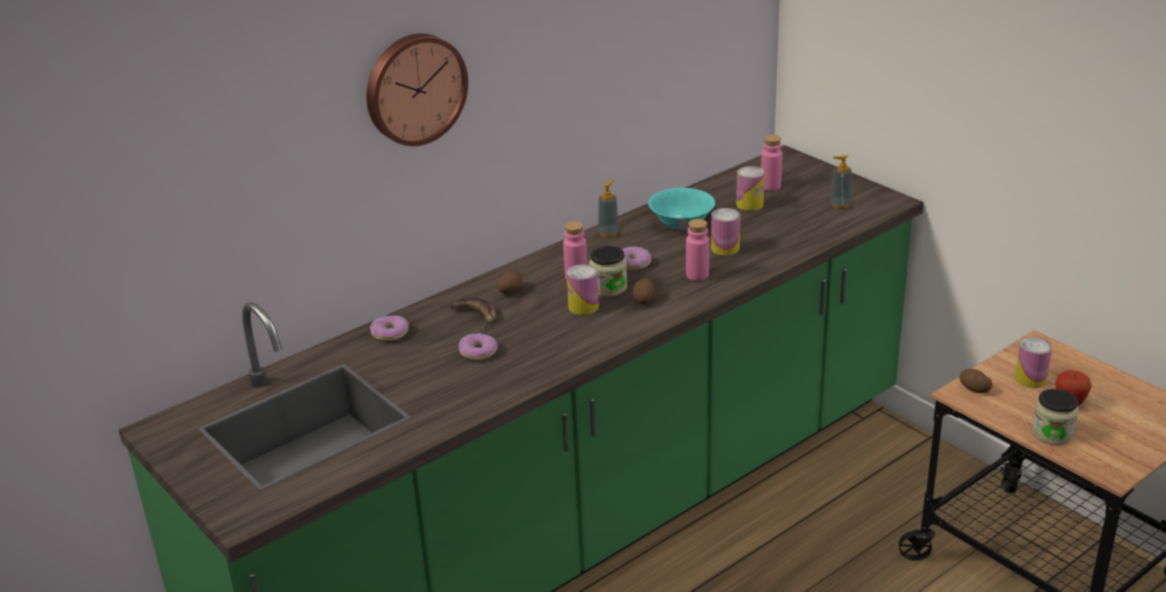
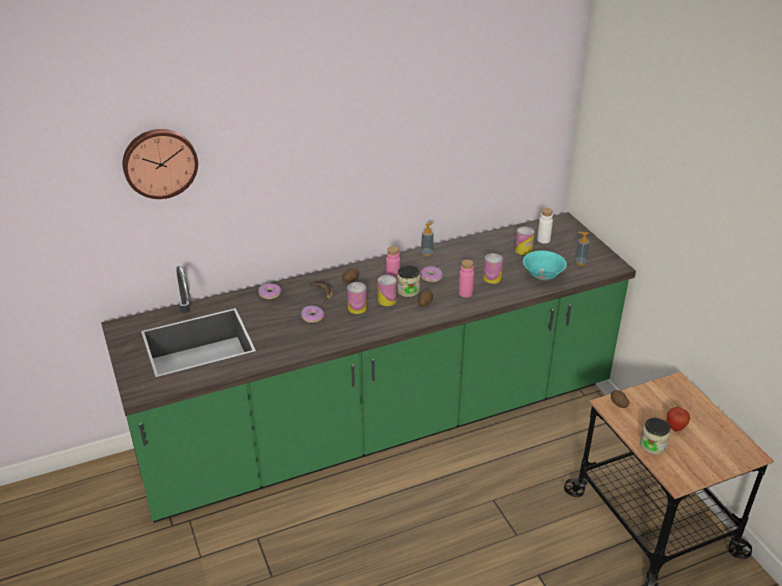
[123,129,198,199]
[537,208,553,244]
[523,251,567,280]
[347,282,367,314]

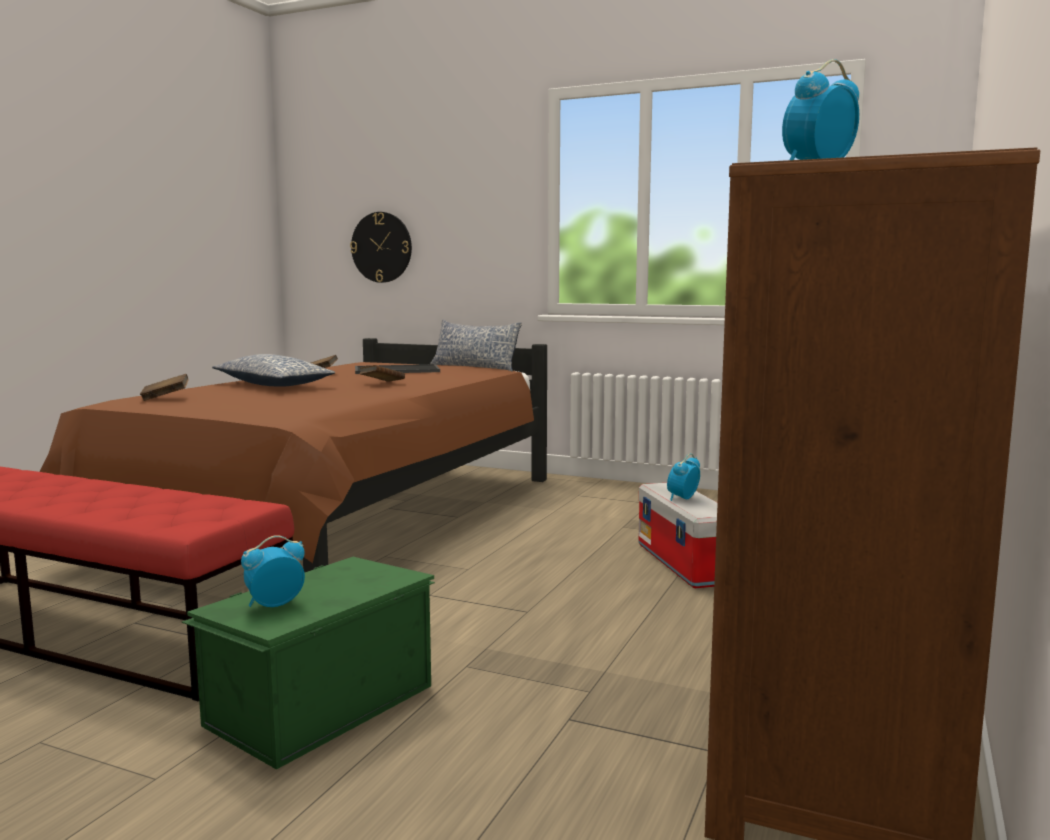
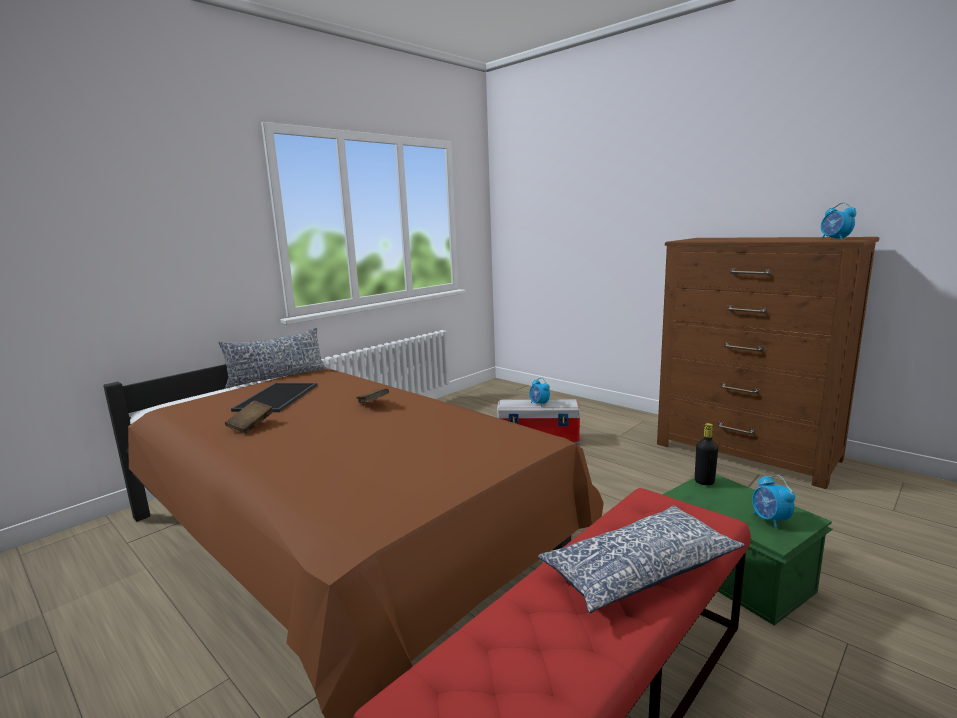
[350,212,412,283] (first image)
[538,506,745,613]
[140,374,189,401] (first image)
[695,423,718,485]

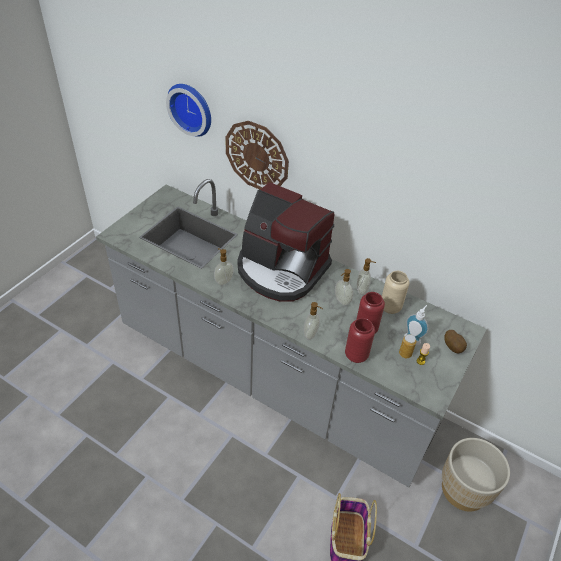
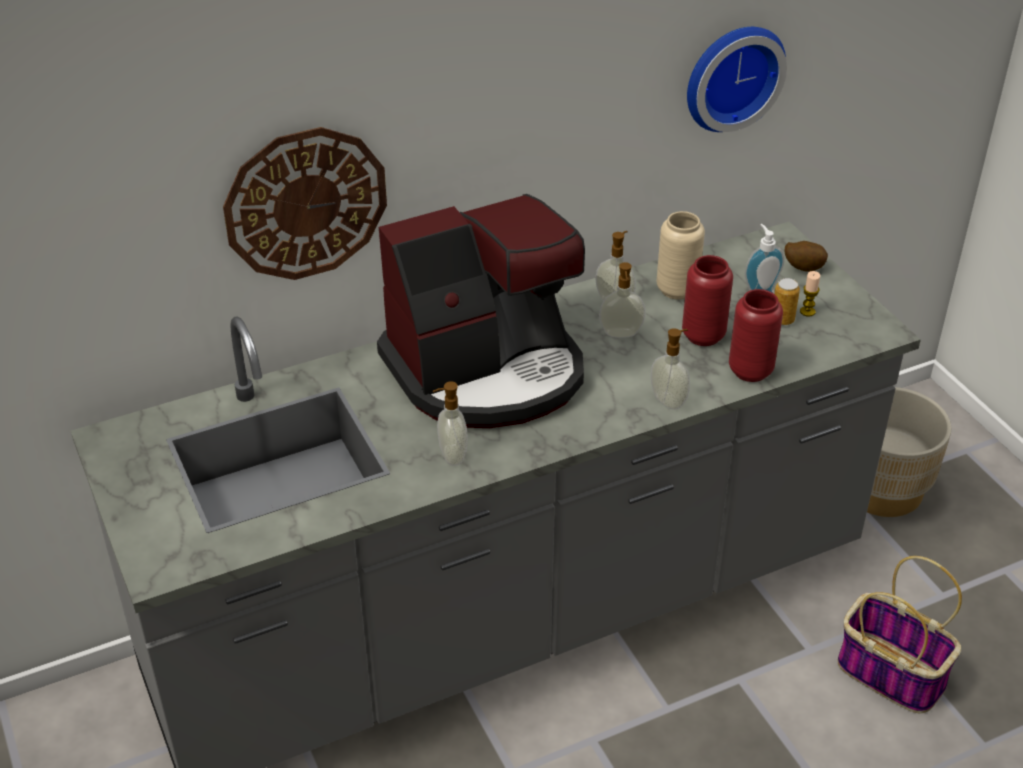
[687,27,787,132]

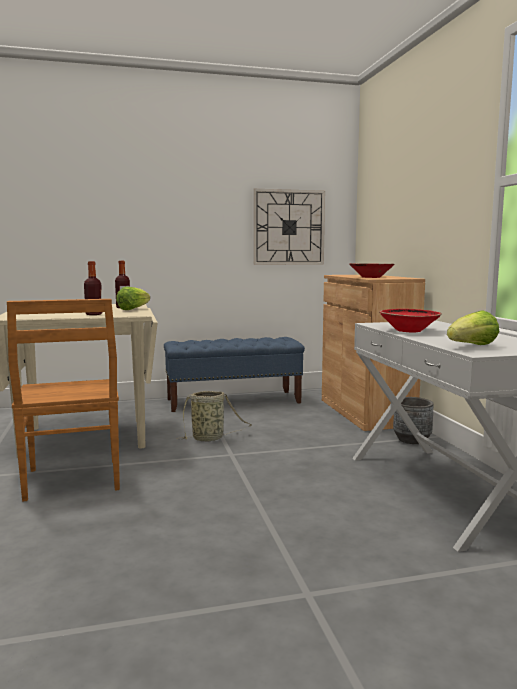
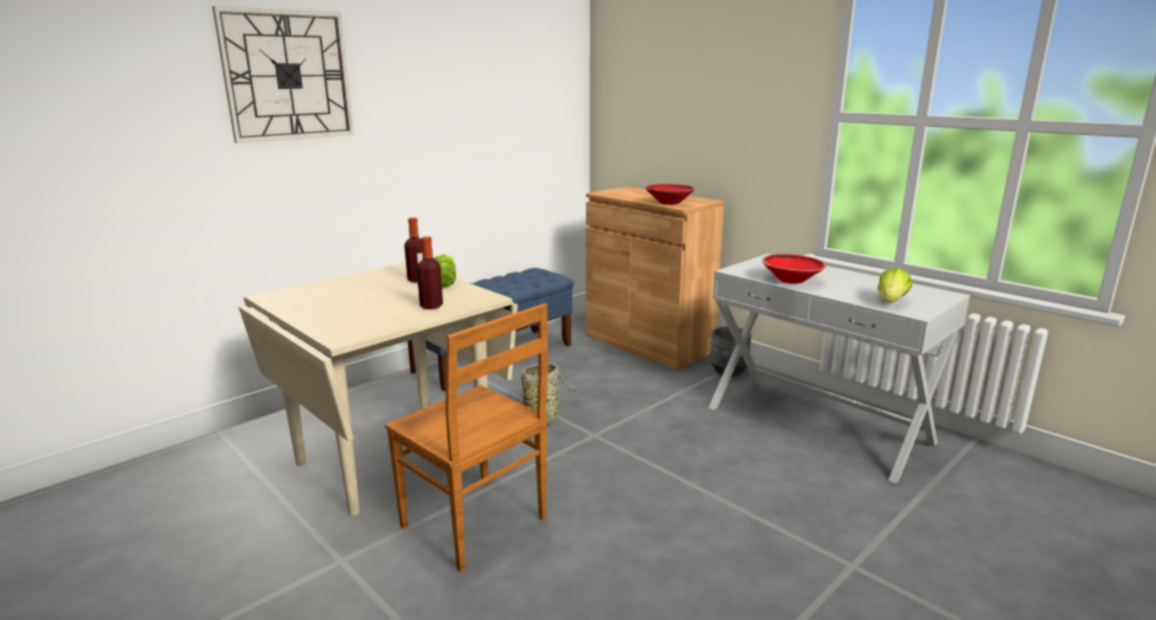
[212,6,354,143]

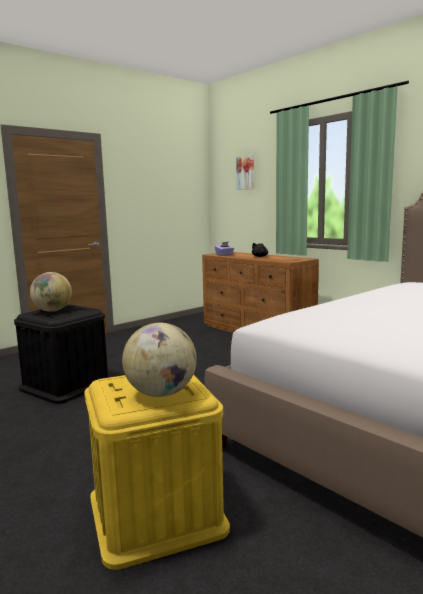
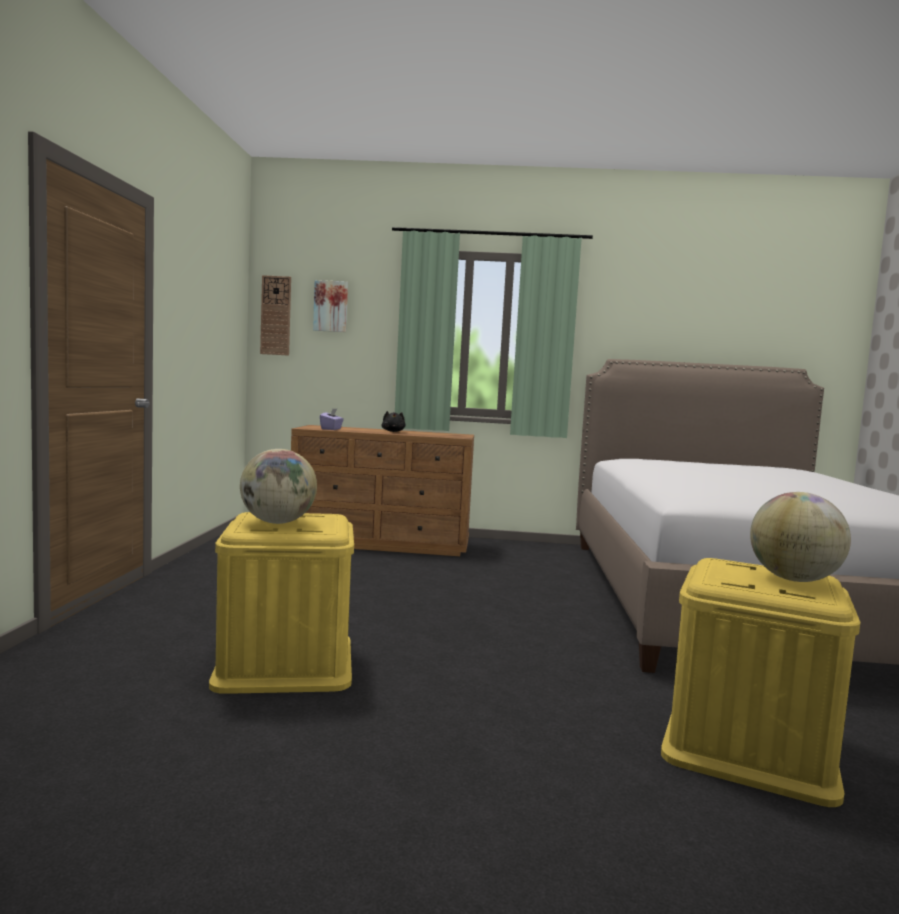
[209,512,354,694]
[260,275,291,356]

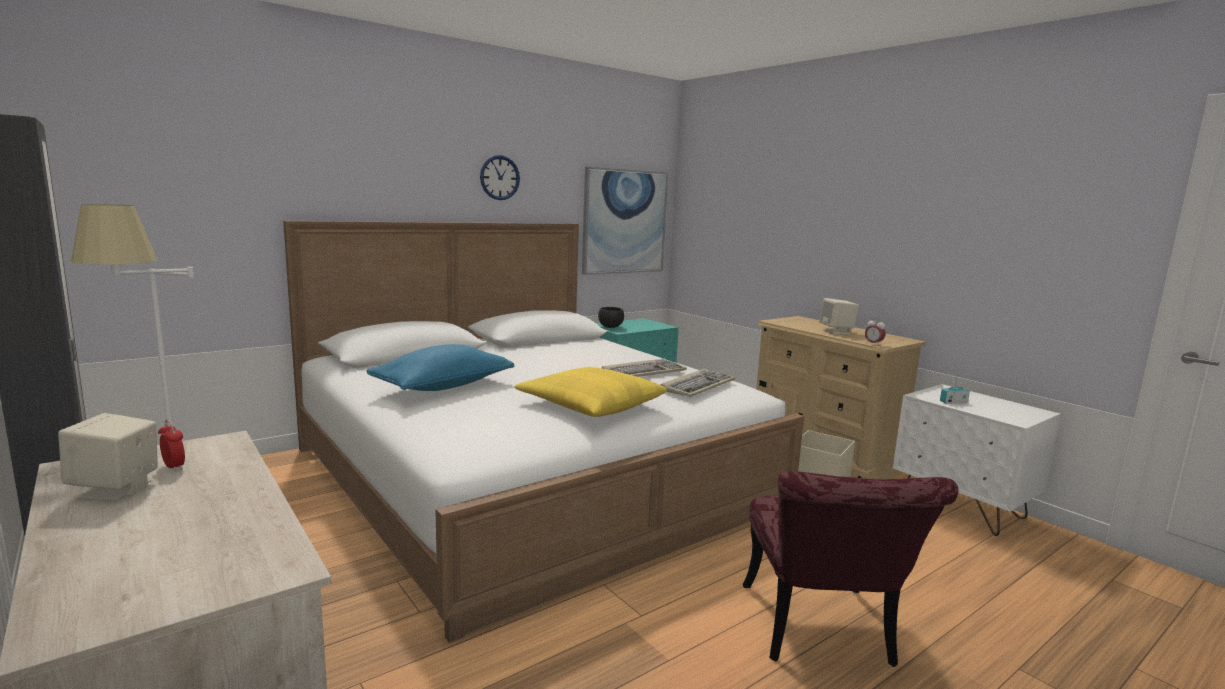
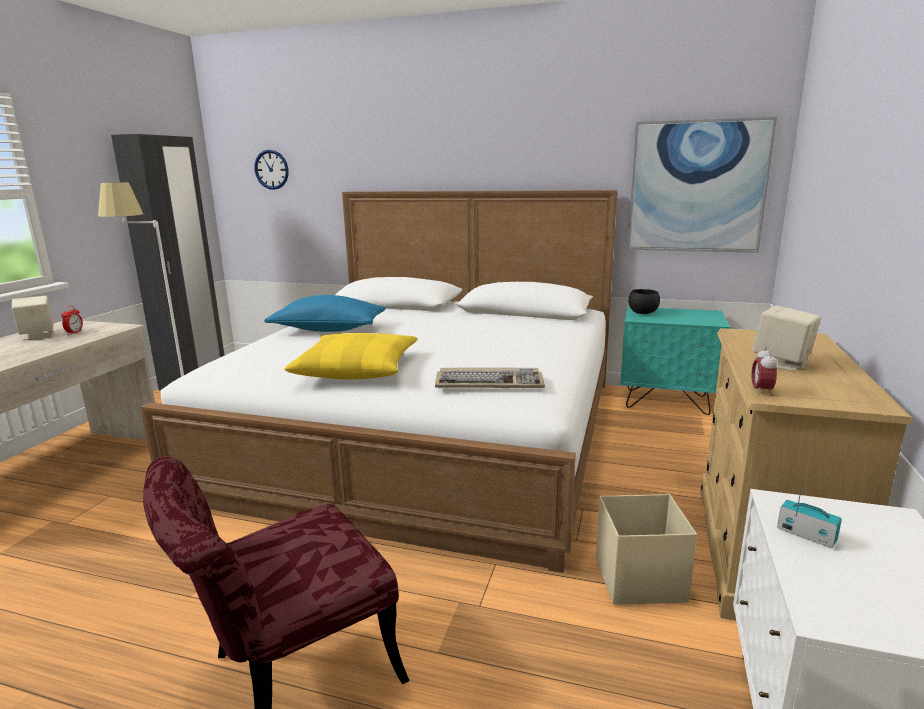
[254,150,289,190]
[602,359,687,377] (first image)

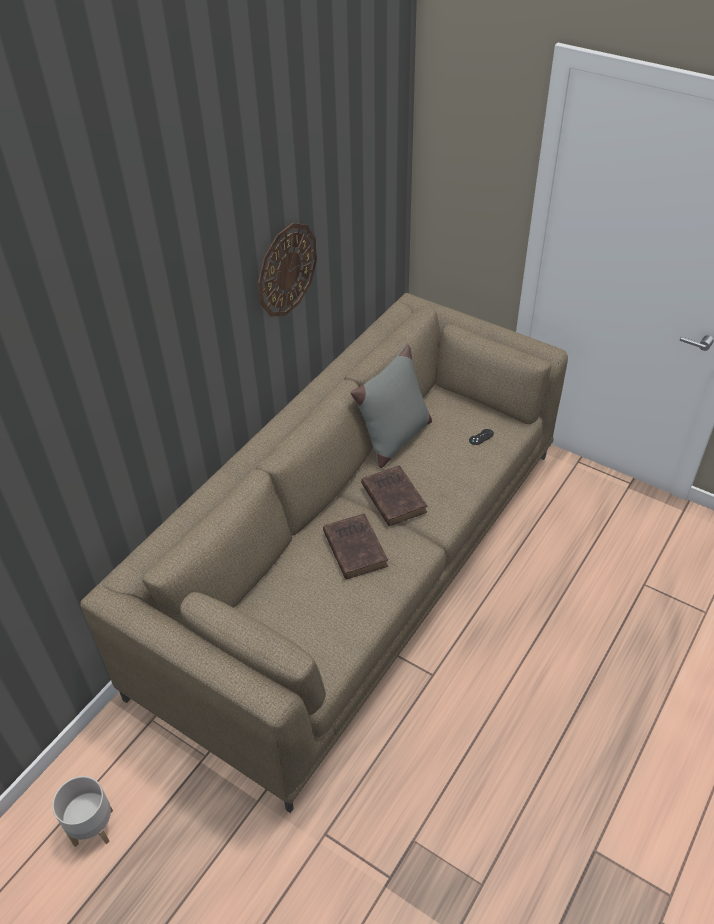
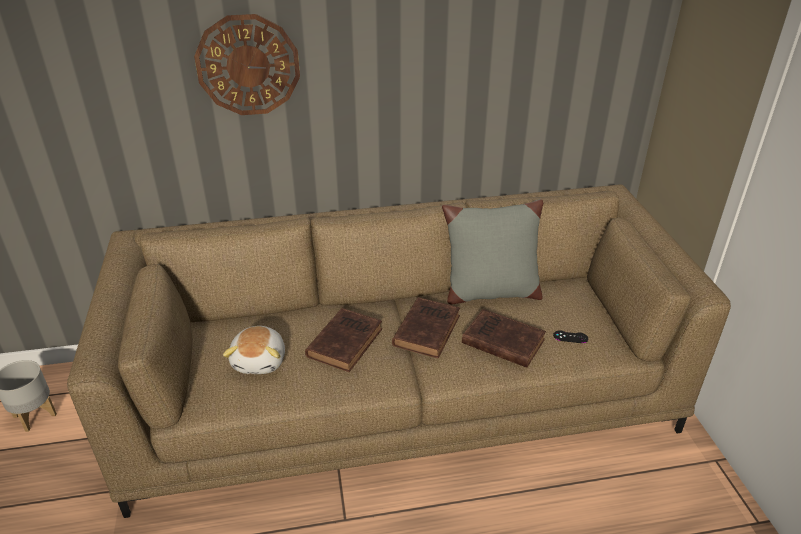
[194,14,300,115]
[462,309,546,368]
[223,326,285,374]

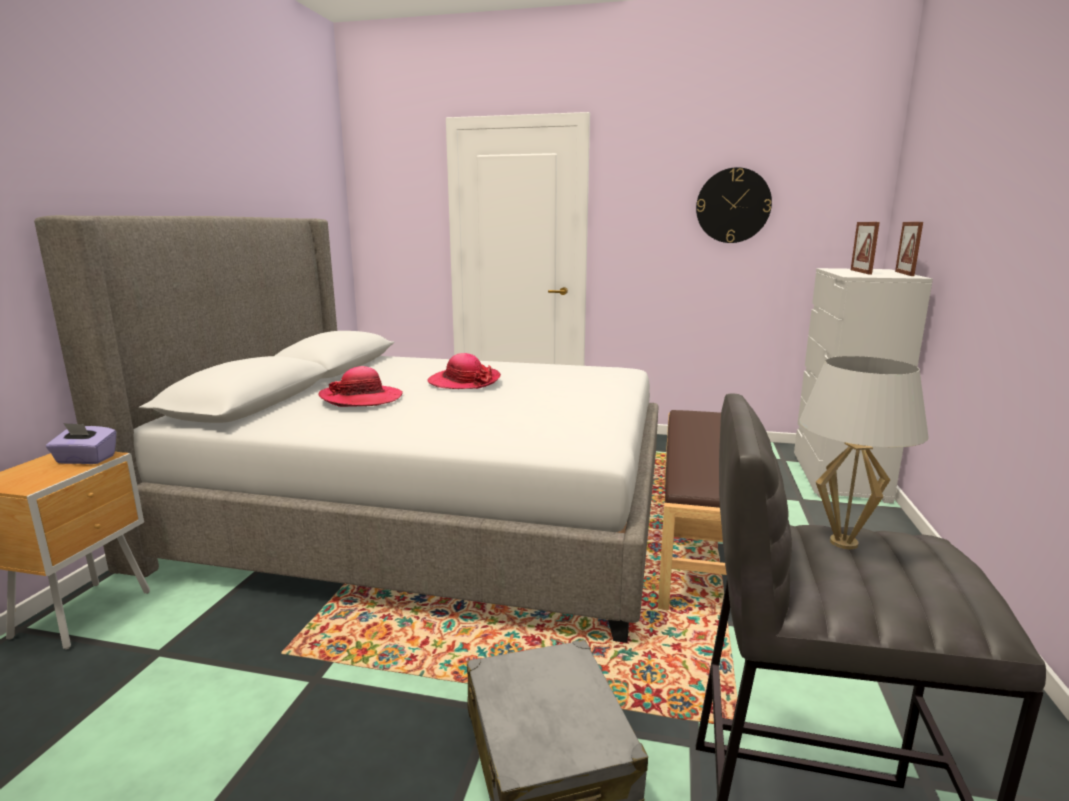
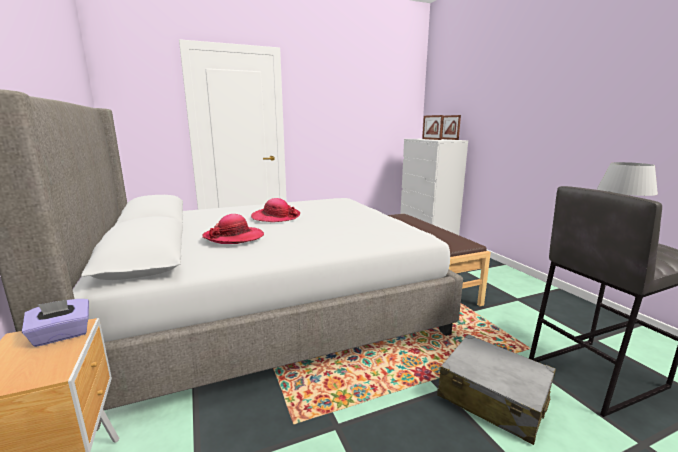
[696,167,772,243] (first image)

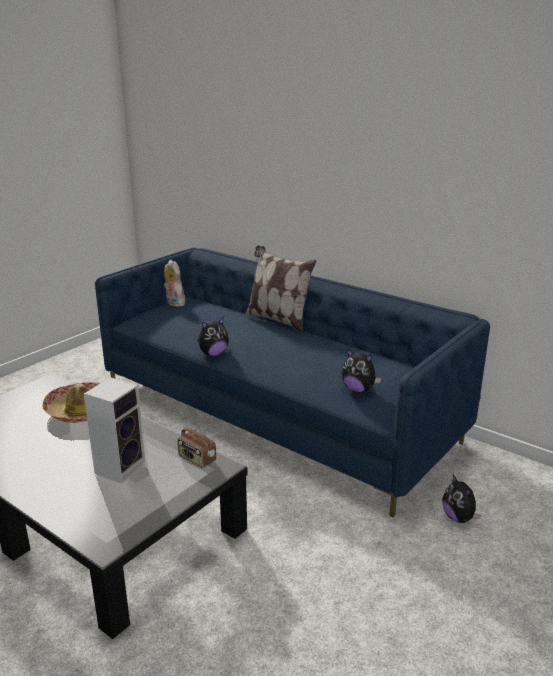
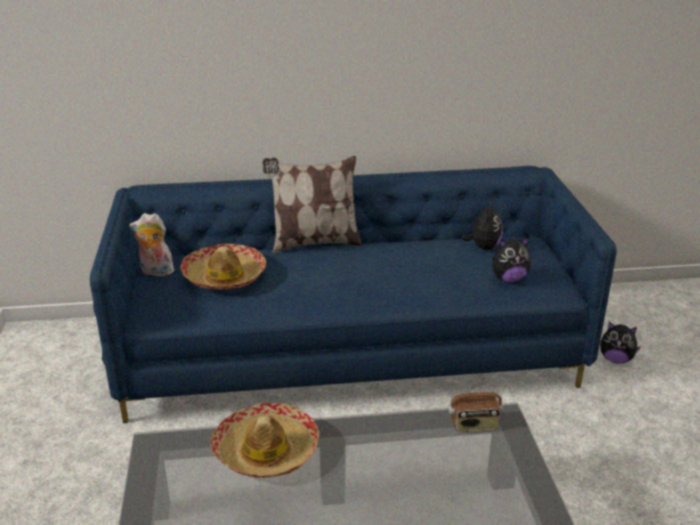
[461,202,503,250]
[84,377,146,484] (first image)
[180,243,266,290]

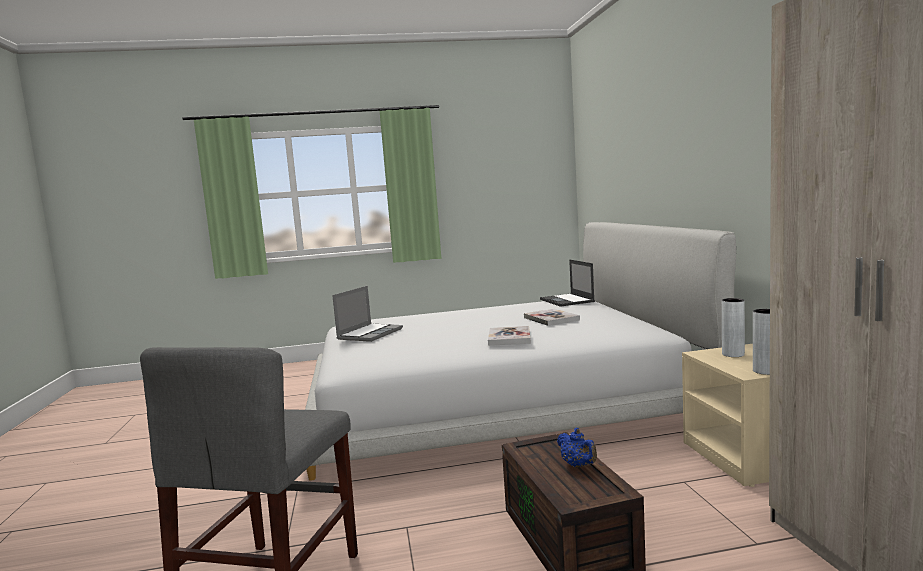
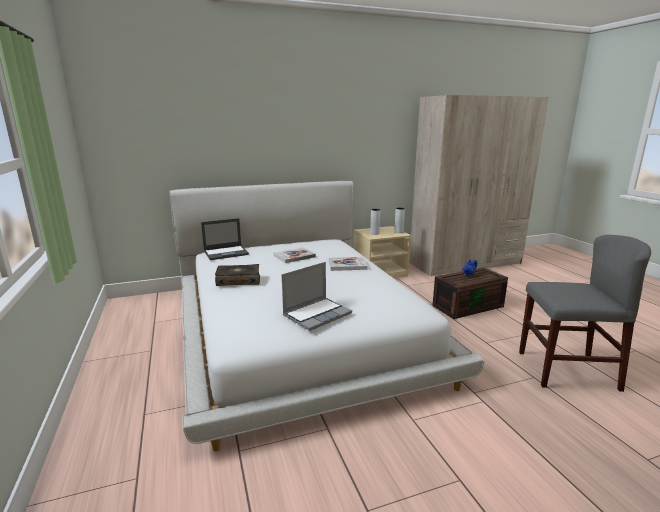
[282,262,352,331]
[215,264,260,286]

